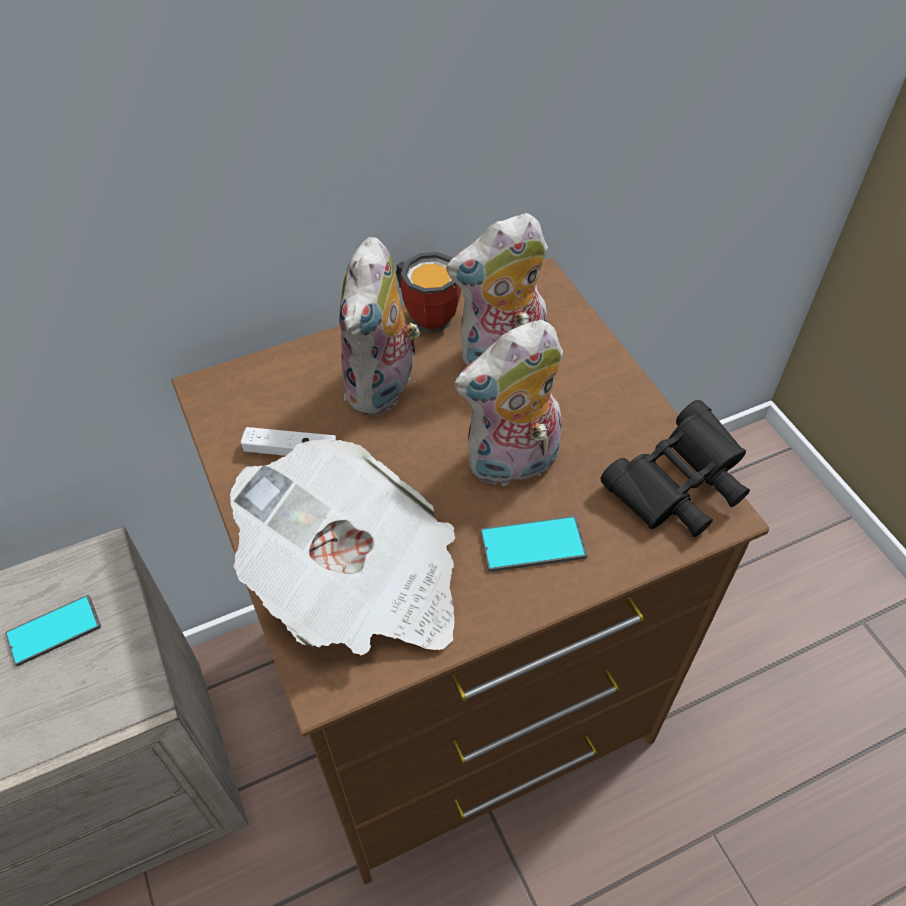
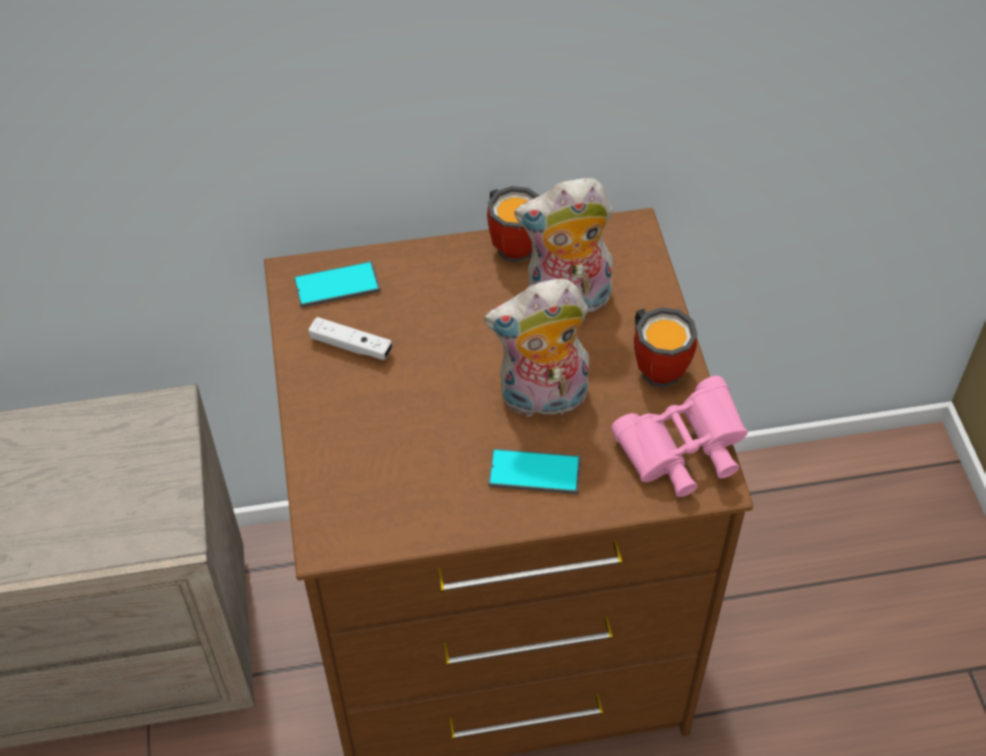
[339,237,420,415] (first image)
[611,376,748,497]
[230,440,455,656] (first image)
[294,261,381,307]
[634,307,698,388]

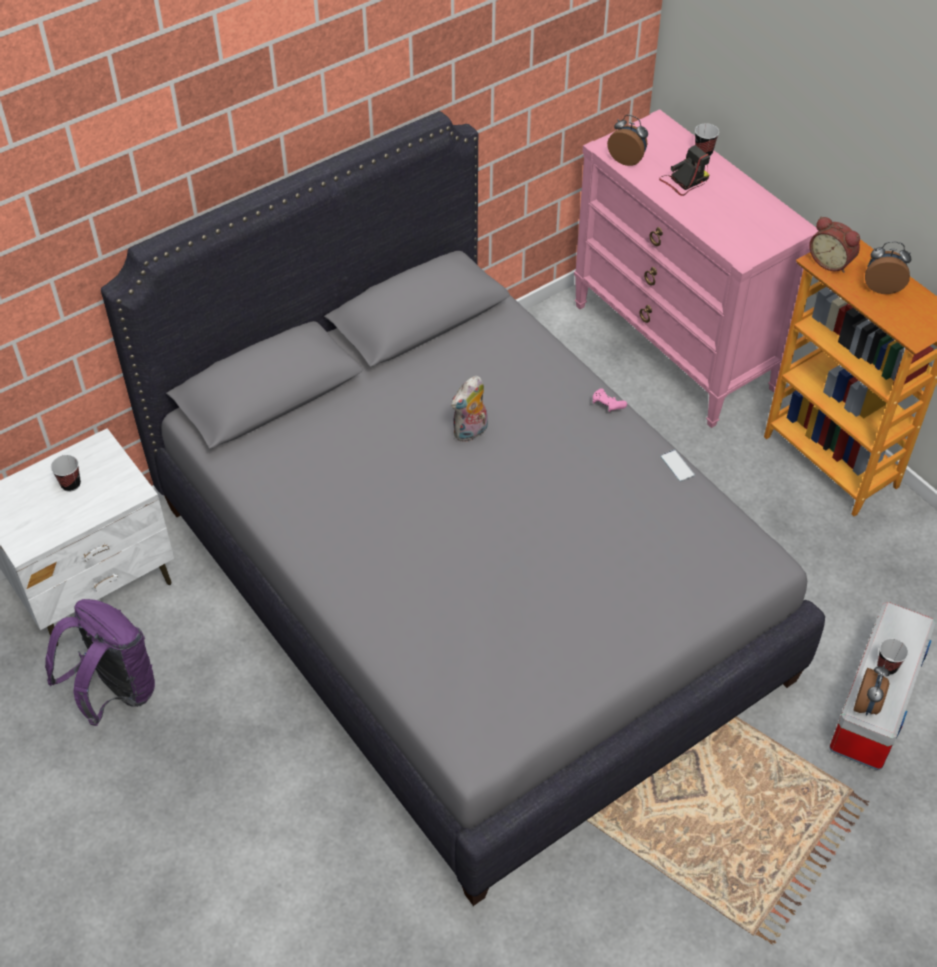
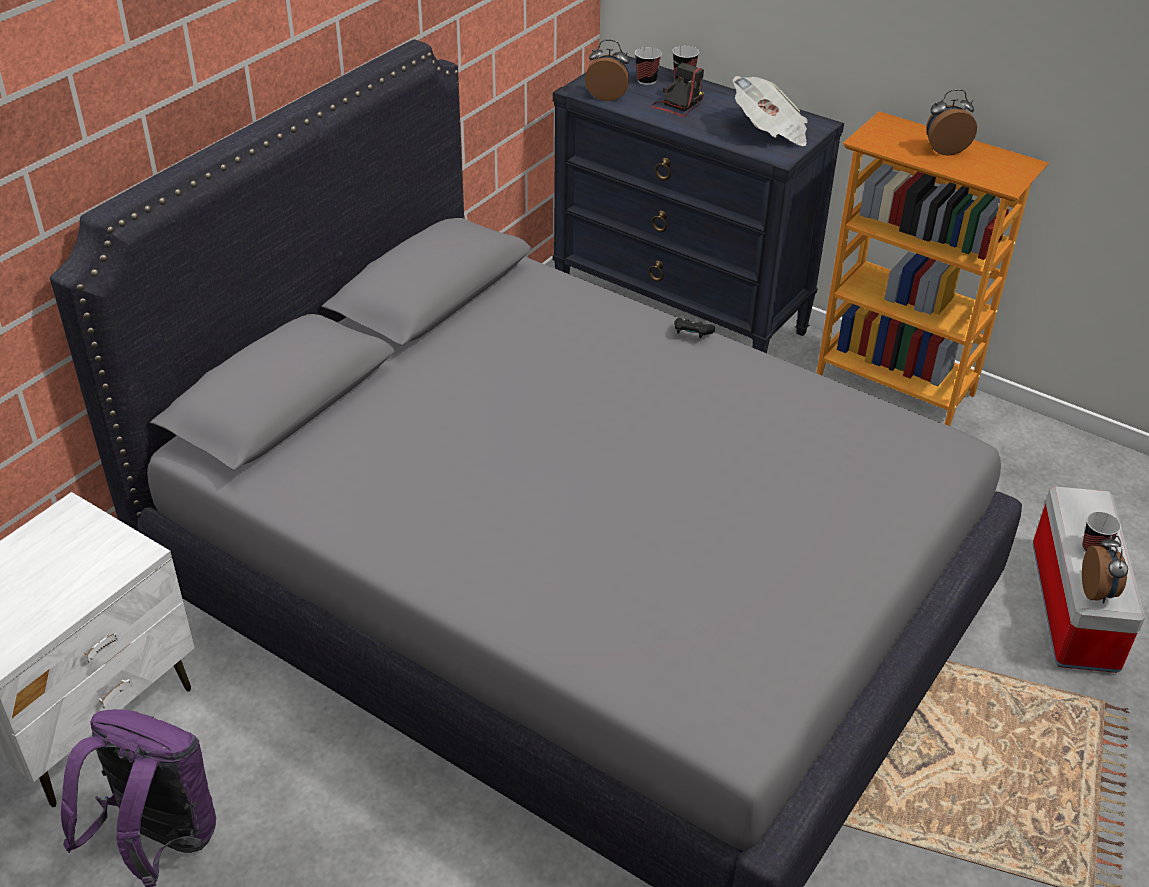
[552,52,844,353]
[809,217,860,273] (first image)
[451,376,488,442] (first image)
[674,318,715,338]
[660,450,695,481] (first image)
[635,47,662,85]
[733,76,808,146]

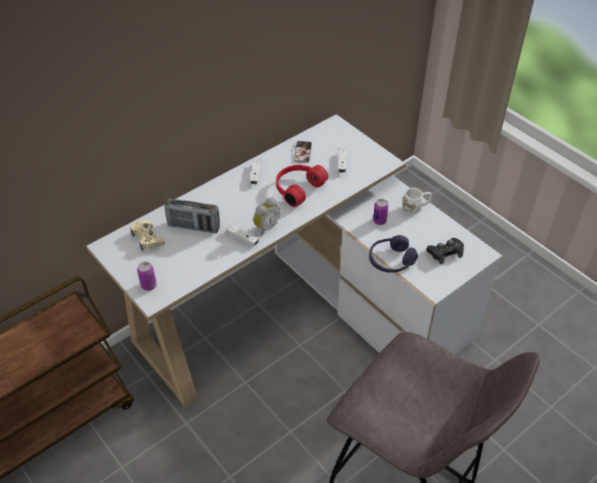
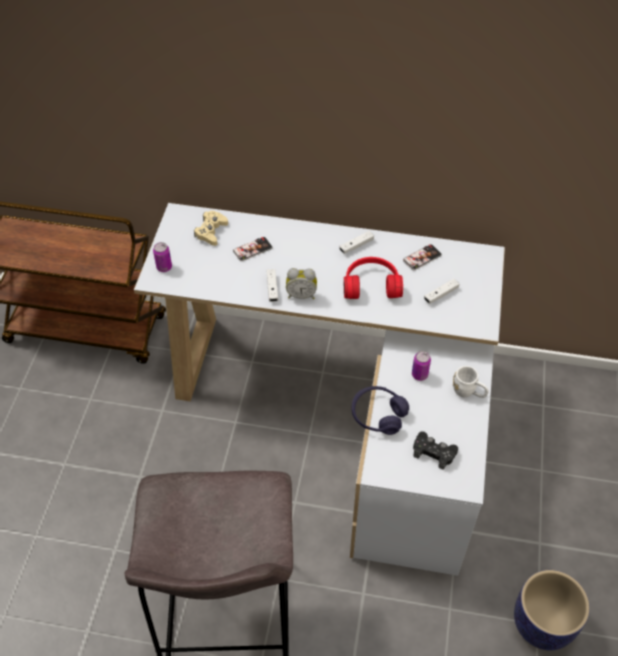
[233,237,273,261]
[514,570,590,650]

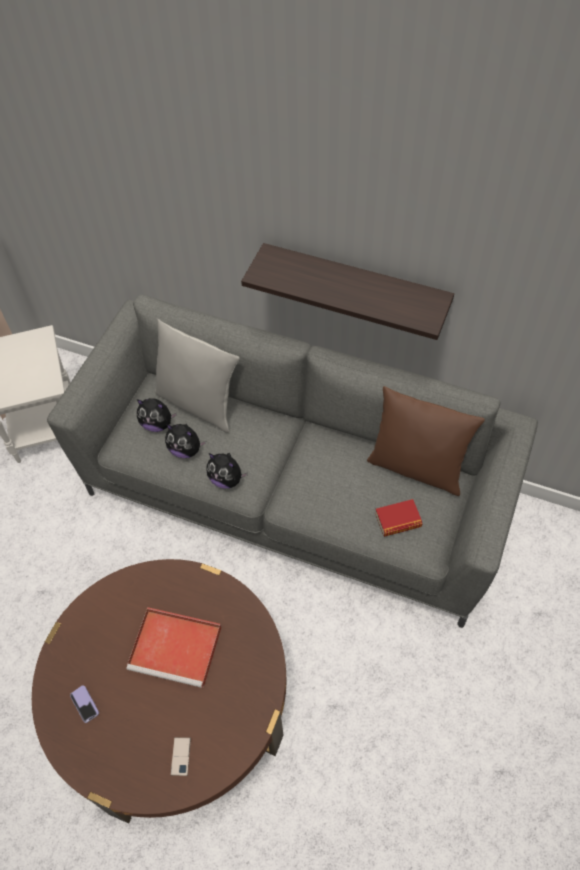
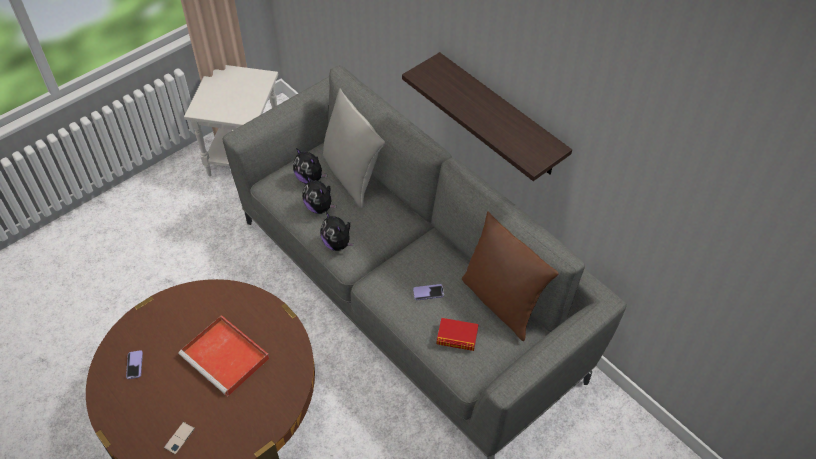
[413,284,444,300]

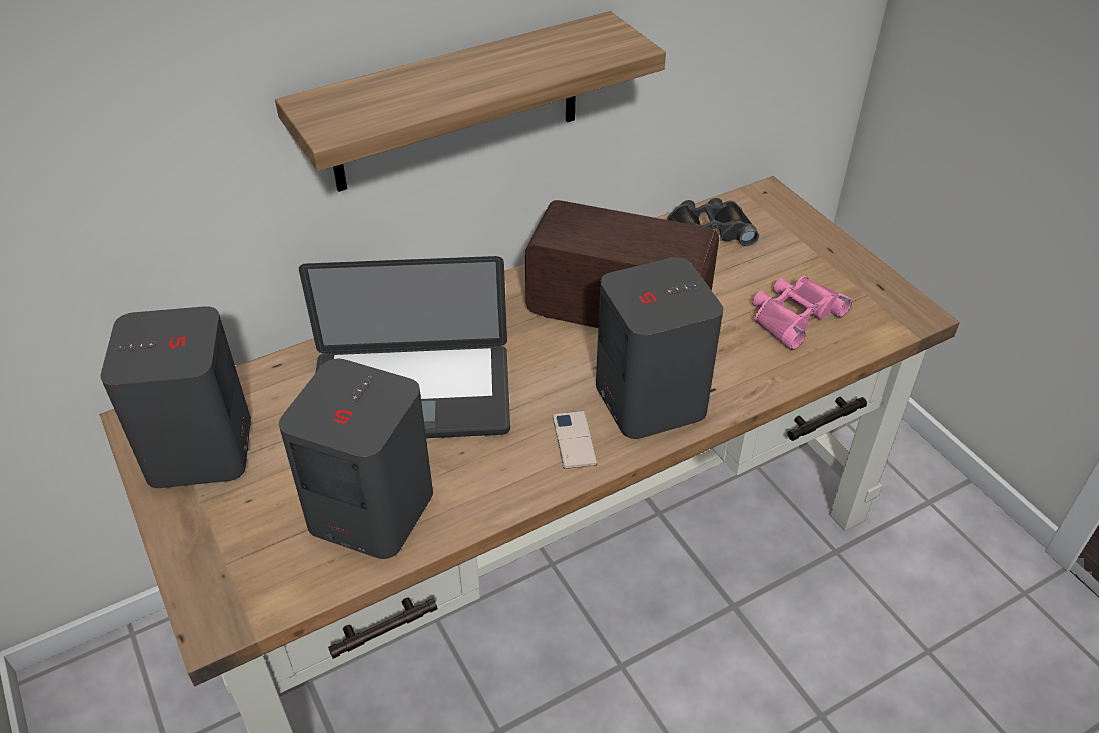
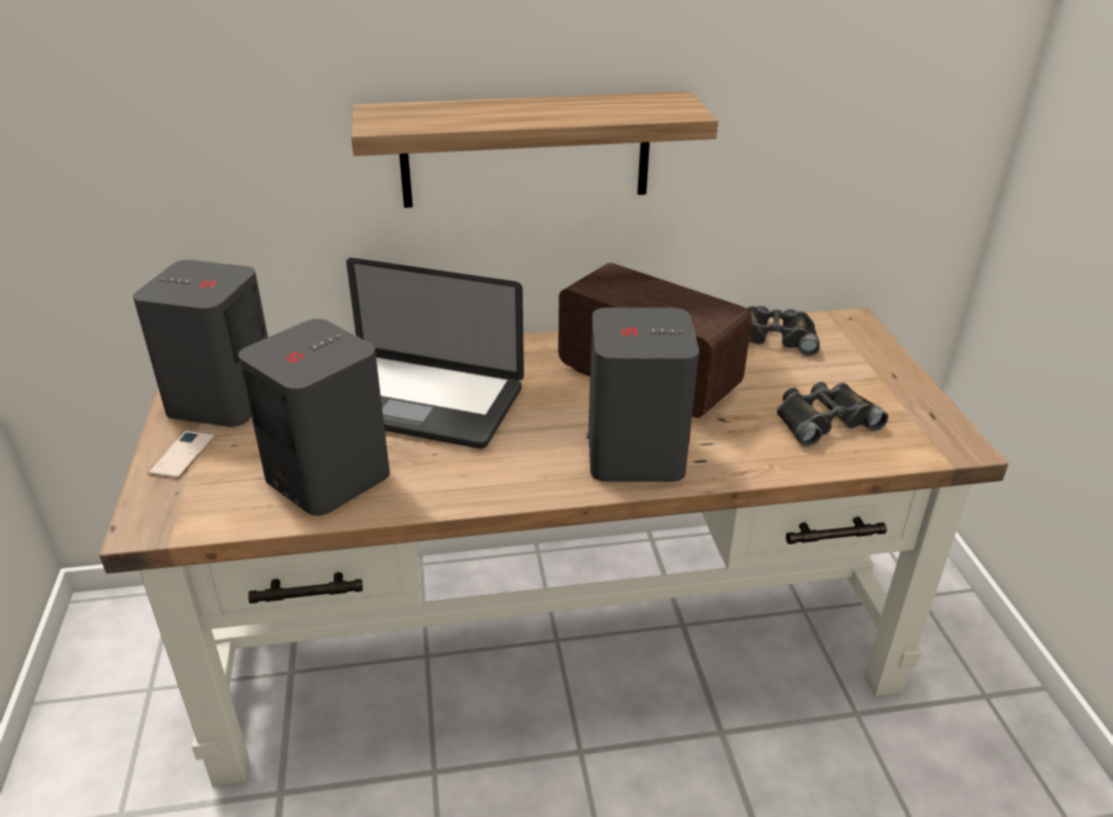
[777,382,888,447]
[148,431,215,479]

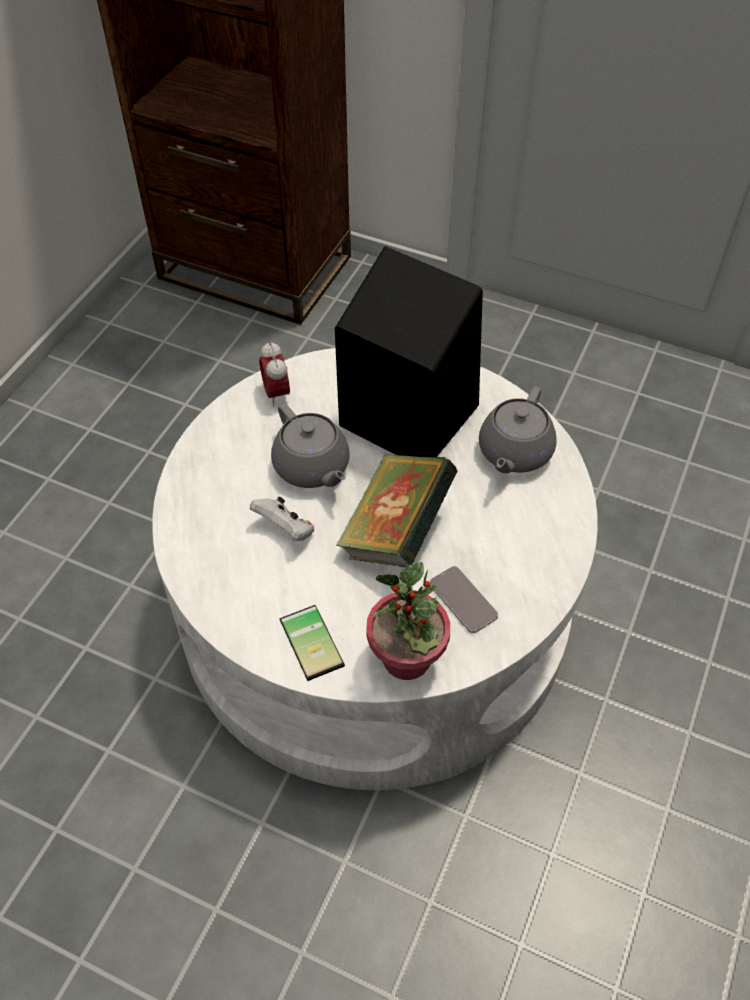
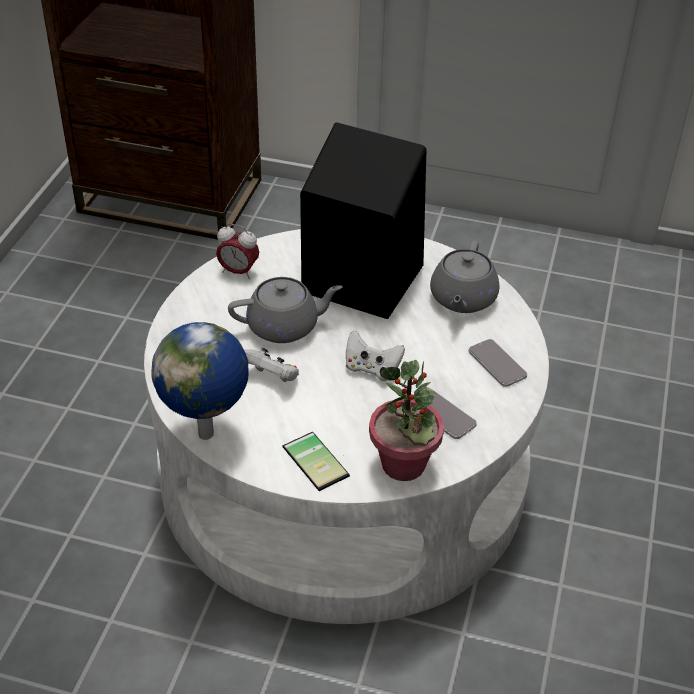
[216,224,259,279]
[228,277,343,343]
[346,330,405,381]
[151,322,248,440]
[469,339,527,387]

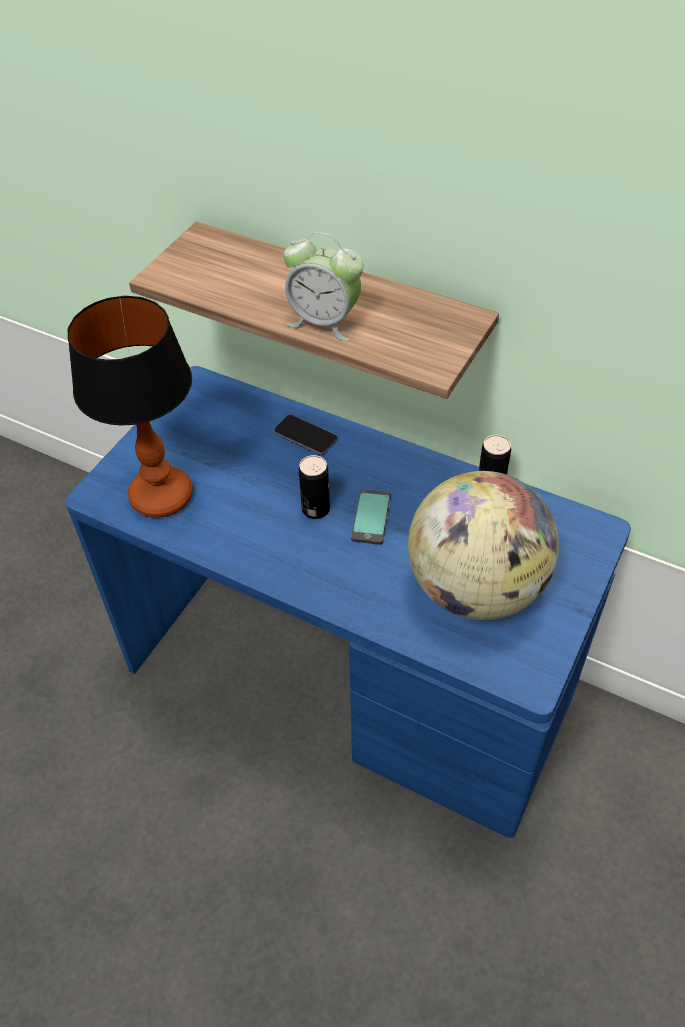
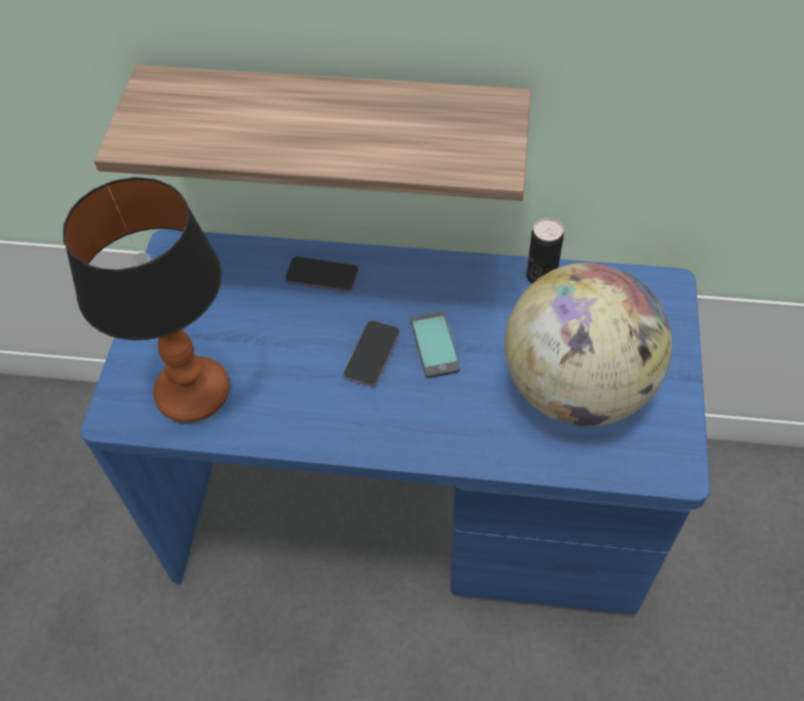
[283,232,363,341] (first image)
[343,321,400,387]

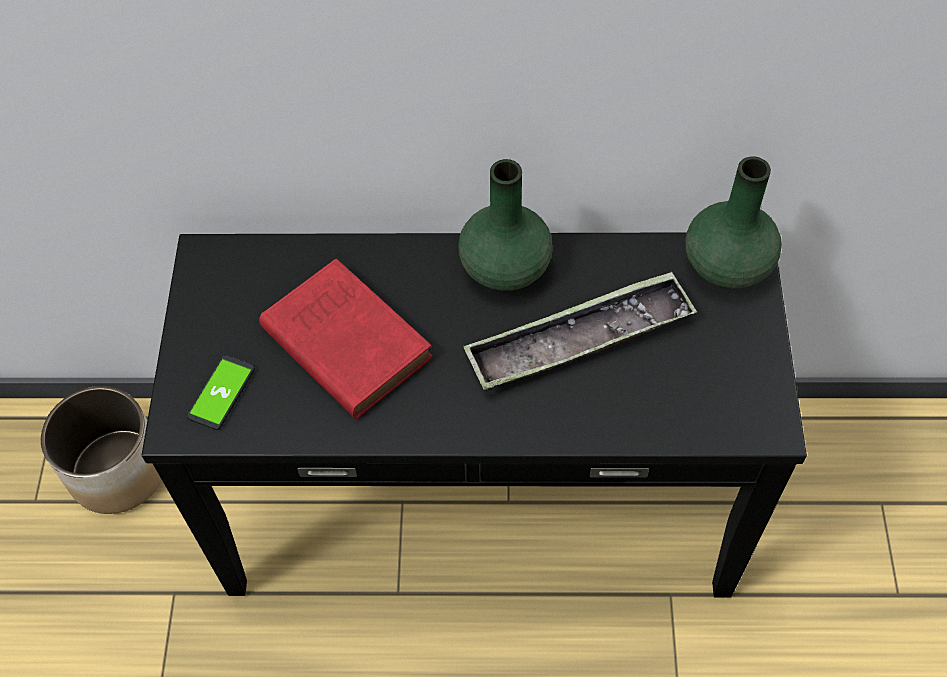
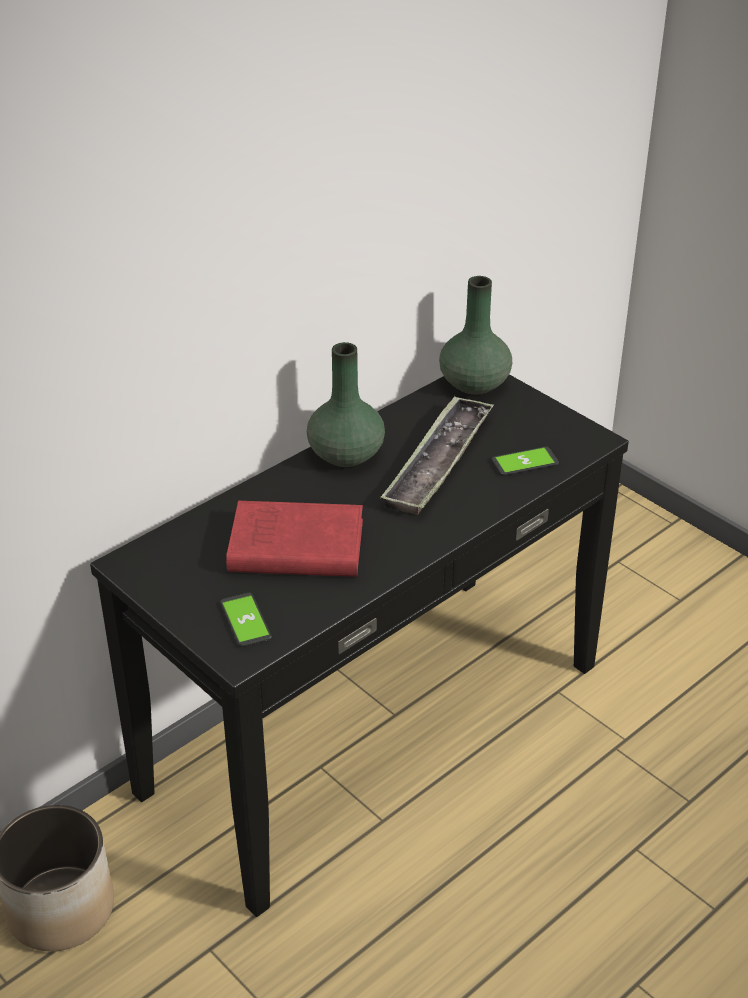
[491,447,559,476]

